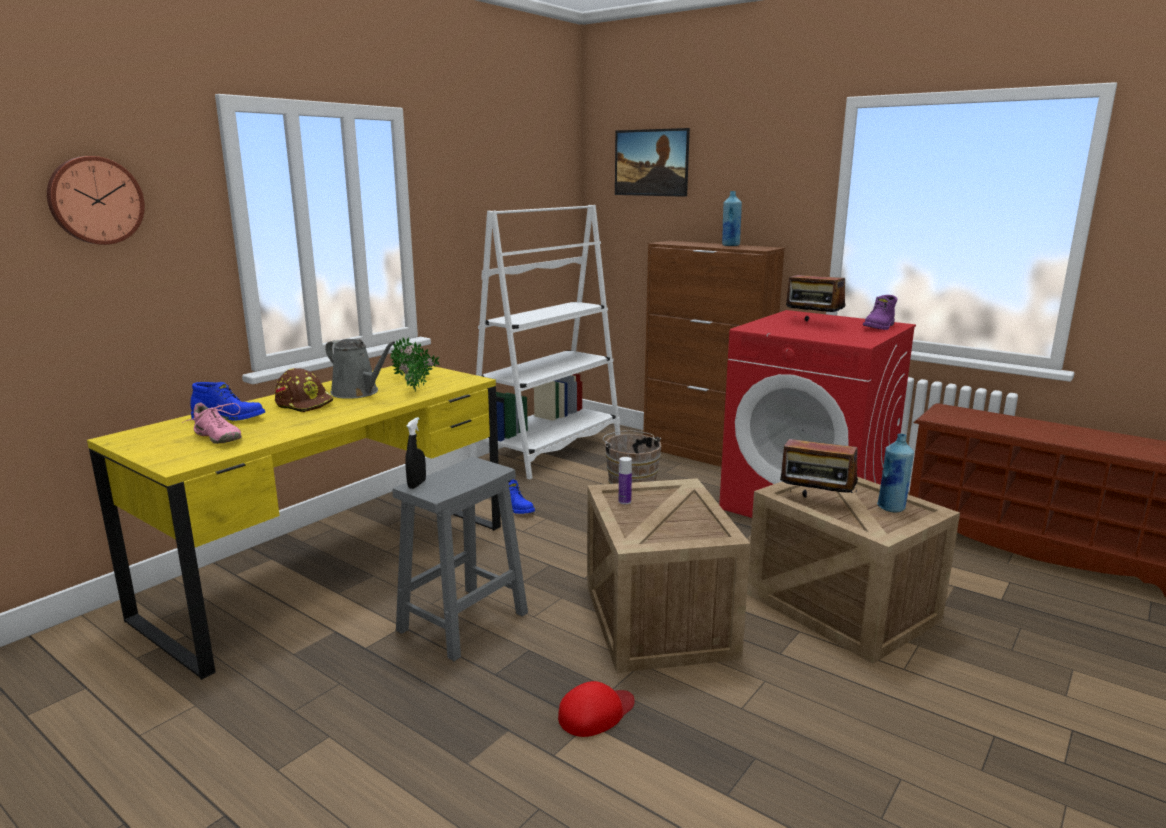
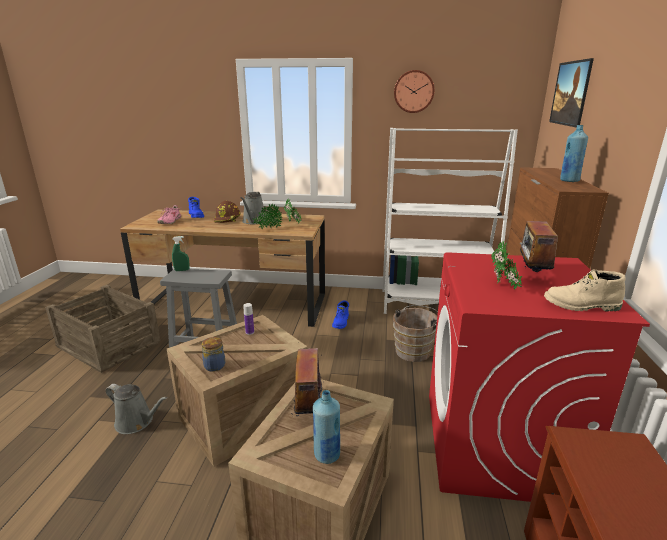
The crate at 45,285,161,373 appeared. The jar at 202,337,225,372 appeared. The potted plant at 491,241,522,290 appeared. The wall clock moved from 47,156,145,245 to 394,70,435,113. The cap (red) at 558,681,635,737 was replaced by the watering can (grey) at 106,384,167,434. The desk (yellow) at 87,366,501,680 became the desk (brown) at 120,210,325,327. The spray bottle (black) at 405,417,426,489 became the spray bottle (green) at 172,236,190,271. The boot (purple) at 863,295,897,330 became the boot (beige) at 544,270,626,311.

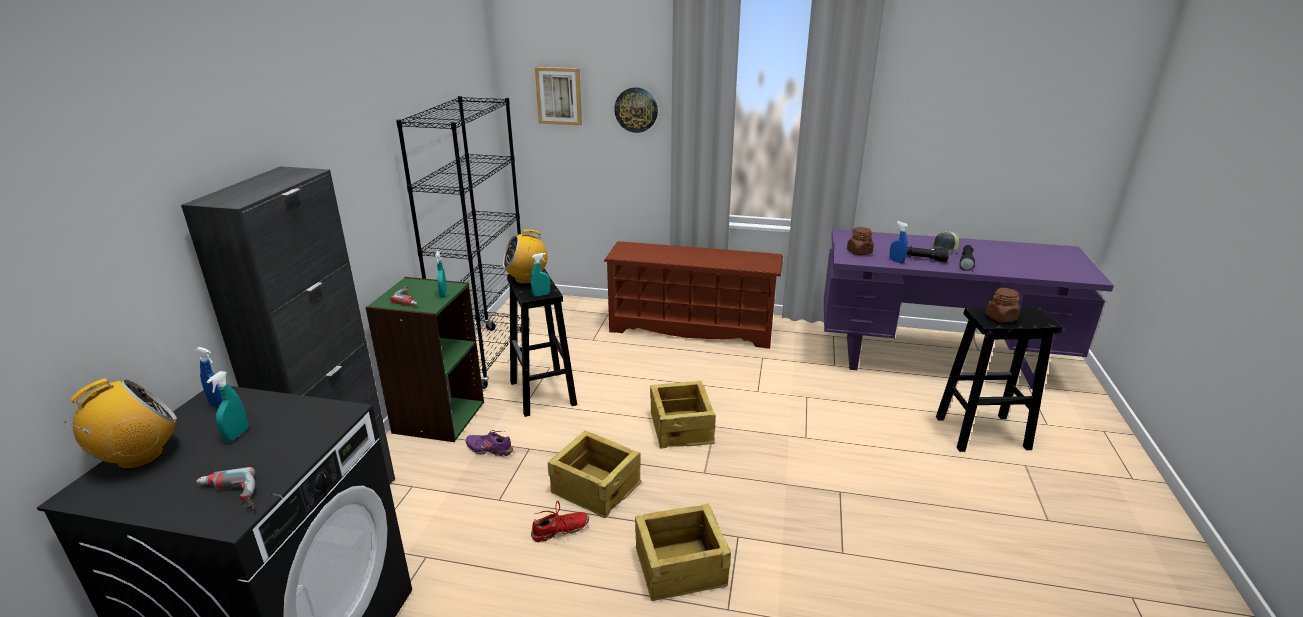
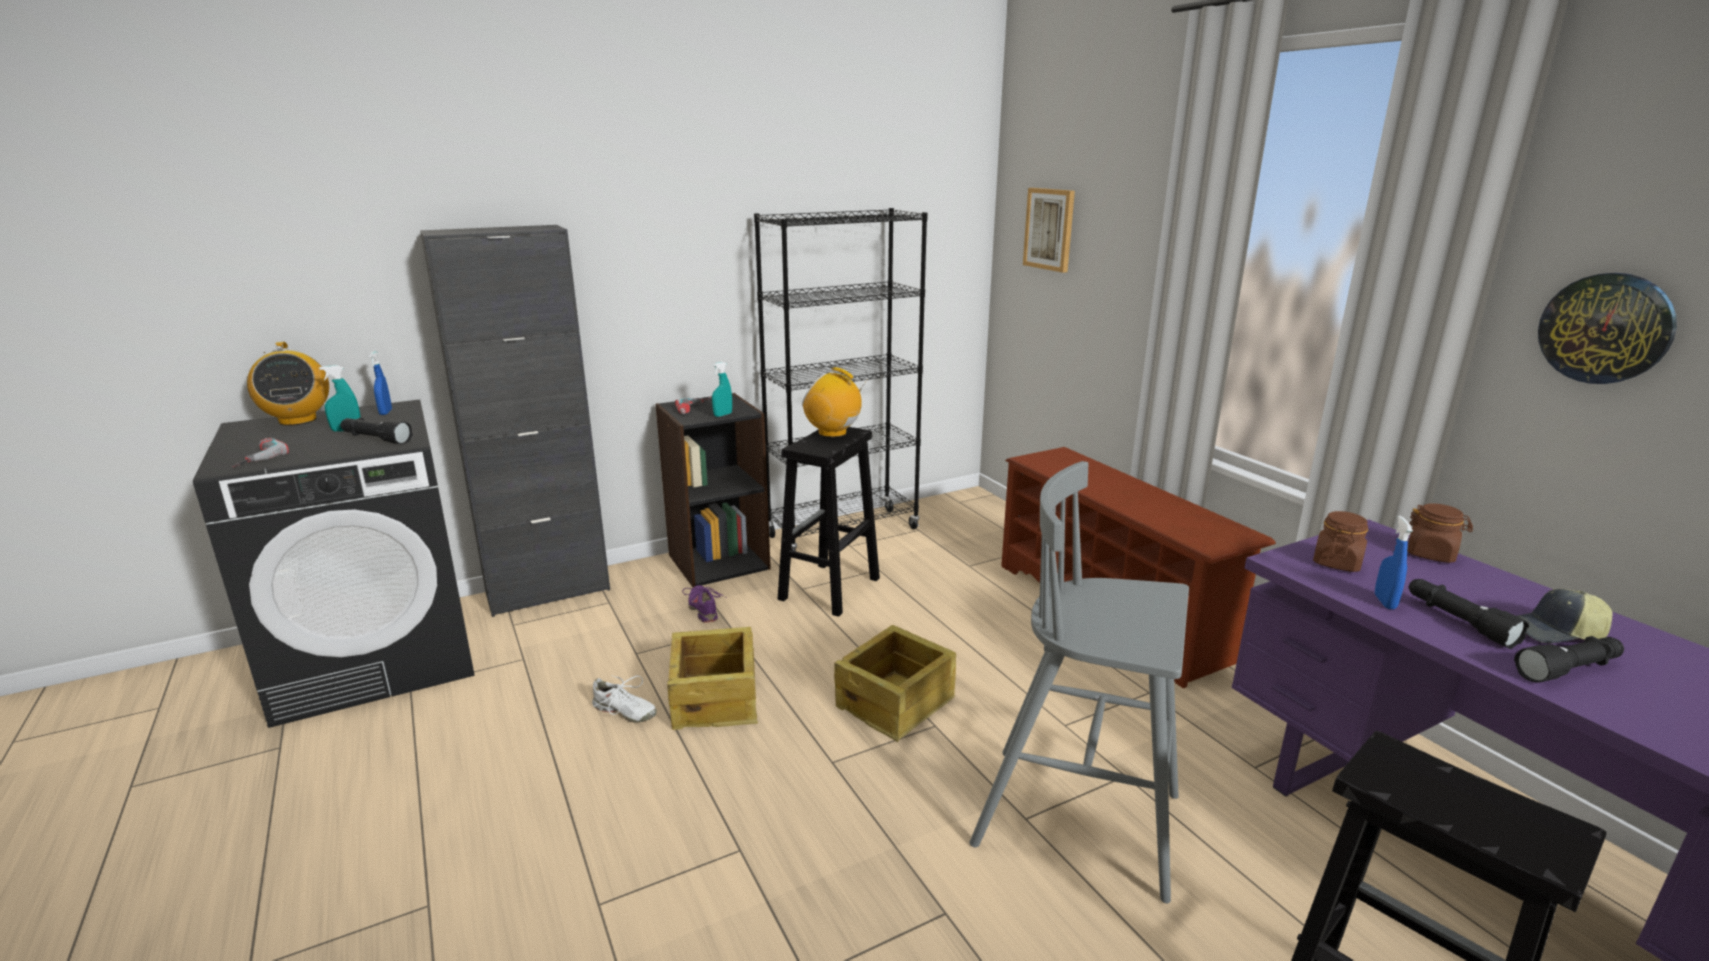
The spray bottle (turquoise) at 531,253,550,297 disappeared. The crate at 635,503,731,601 disappeared. The flashlight (black) at 340,417,413,444 appeared. The stool (grey) at 970,461,1189,903 appeared. The wall clock moved from 614,87,658,133 to 1538,273,1677,384. The jar (brown) moved from 985,288,1021,323 to 1407,503,1473,563. The bookcase (green) at 365,277,484,442 became the bookcase (black) at 655,393,771,587. The shoe (red) at 531,501,589,542 became the shoe (white) at 592,675,657,723. The radio at 64,378,177,469 turned 60 degrees clockwise.

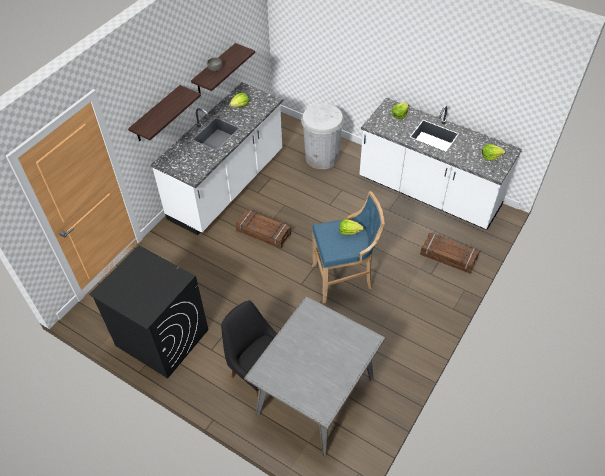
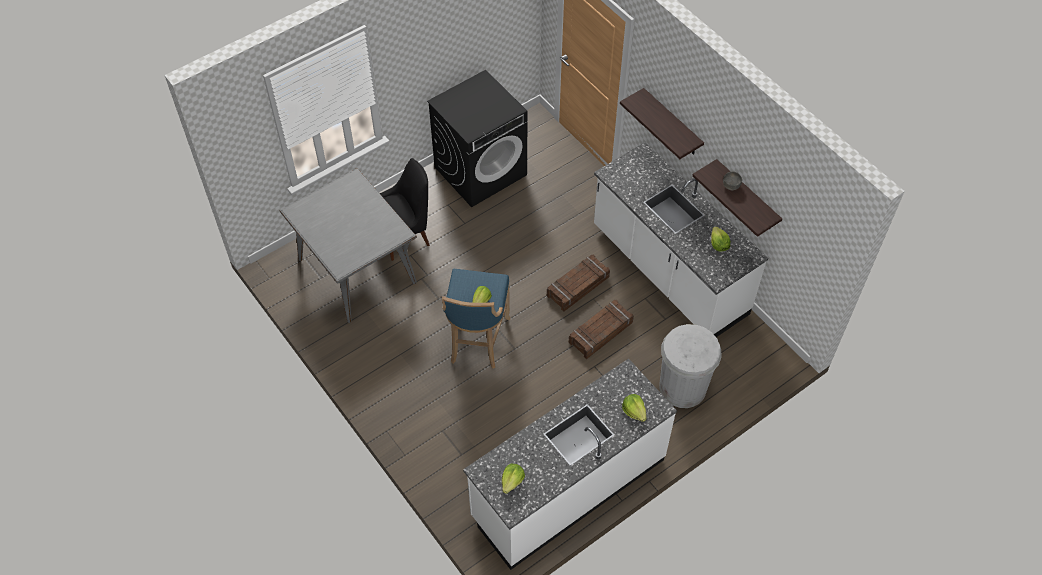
The crate moved from 420,233,479,274 to 569,300,634,359.

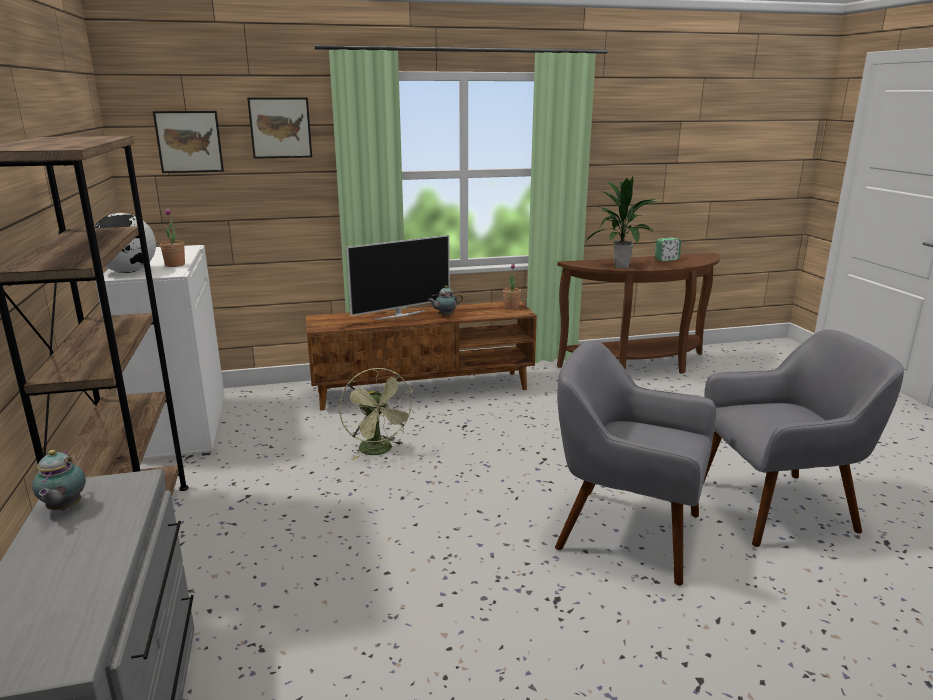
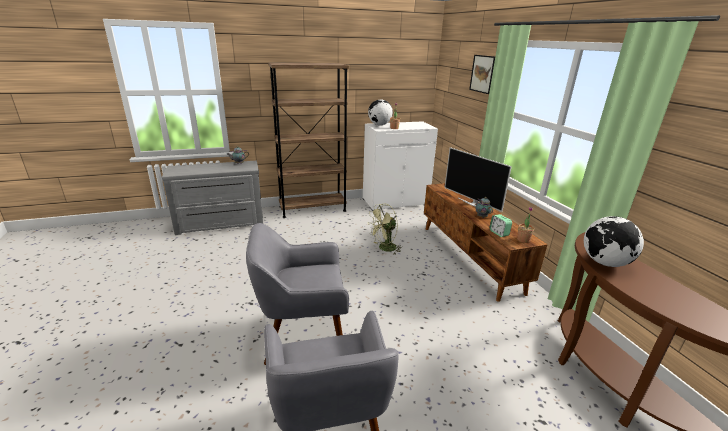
The picture at 153,111,224,173 disappeared. The alarm clock moved from 655,238,681,261 to 490,214,512,237. The potted plant at 584,177,660,268 was replaced by the globe at 584,216,644,267. The armchair (grey) at 555,340,716,586 turned 120 degrees counterclockwise.

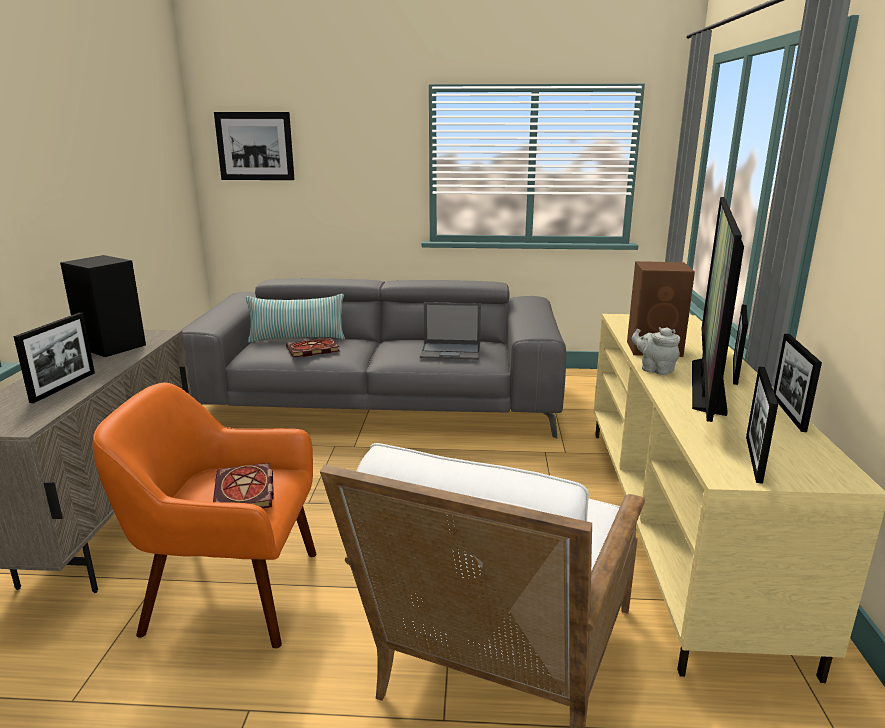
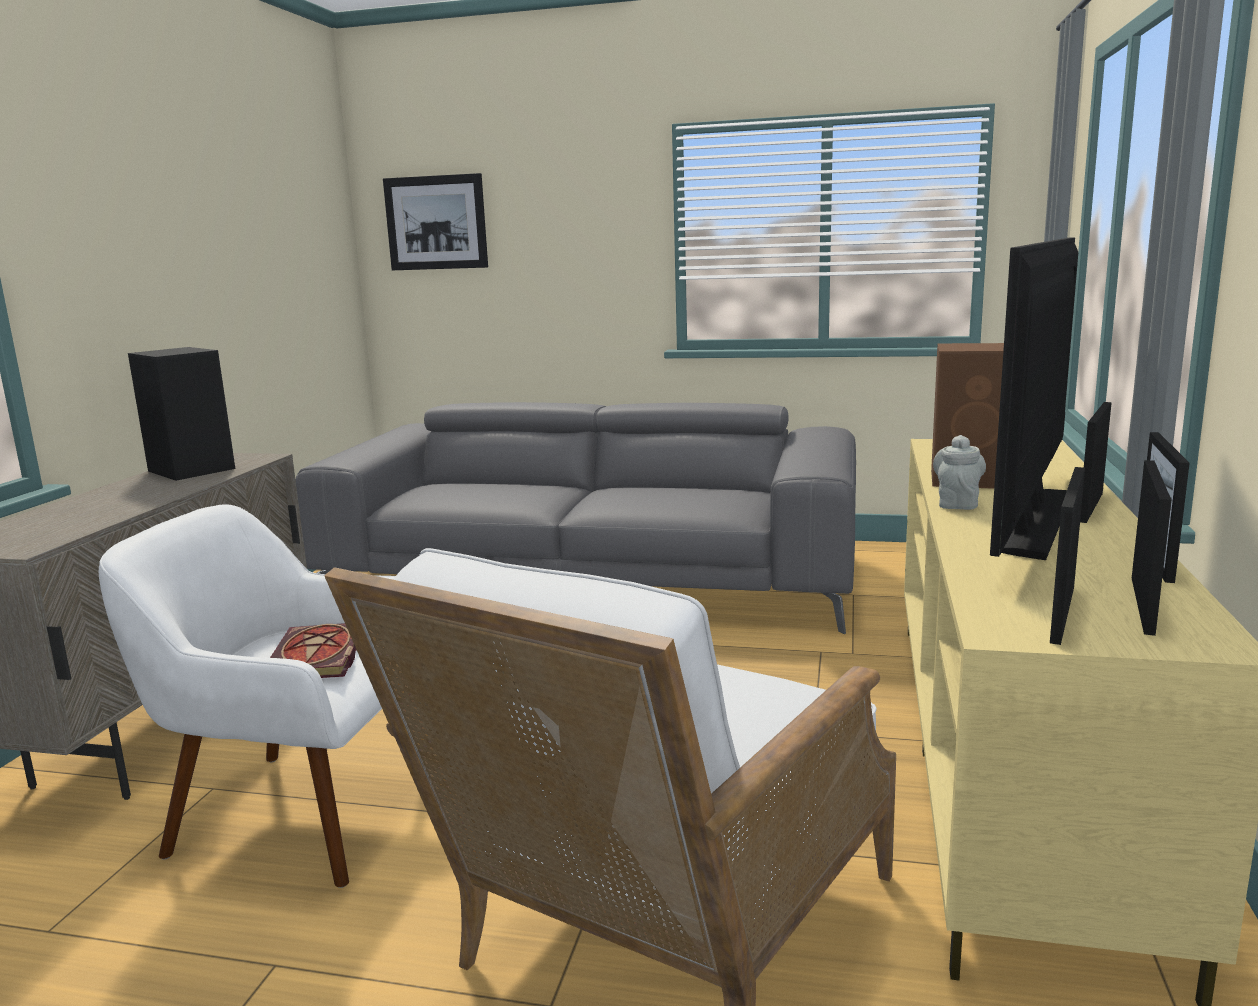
The pillow at 246,294,345,342 disappeared. The book at 286,338,340,357 disappeared. The laptop at 420,302,481,360 disappeared. The picture frame moved from 13,313,95,403 to 1132,460,1171,636. The armchair (orange) at 92,383,316,649 became the armchair (white) at 99,504,395,888. The teapot (grey) at 632,327,680,375 turned 60 degrees clockwise.

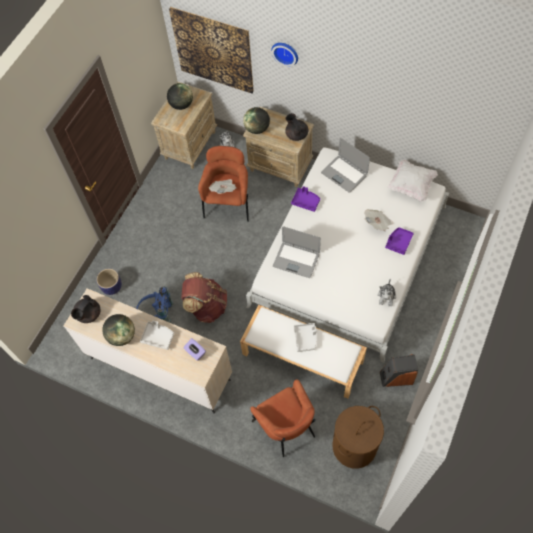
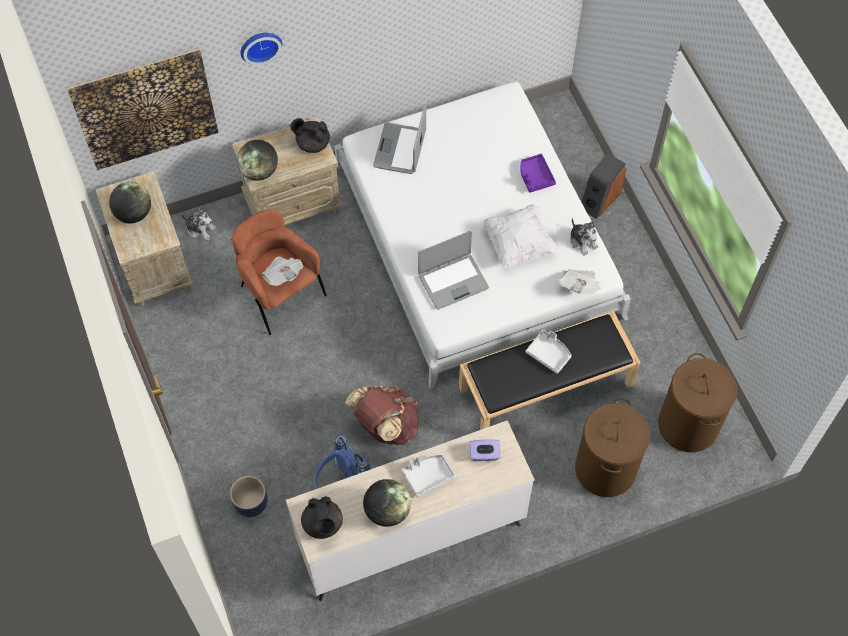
The tray (purple) at 291,186,320,212 disappeared. The newspaper moved from 364,209,393,231 to 558,269,601,294. The speaker moved from 380,354,418,387 to 582,153,626,219. The pillow (white) moved from 388,160,438,202 to 483,204,557,267. The armchair (brown) at 250,379,316,457 was replaced by the laundry basket (brown) at 575,398,650,497. The bench (white) at 240,305,367,399 became the bench (black) at 459,311,640,430. The laptop at 321,138,370,193 turned 105 degrees clockwise.

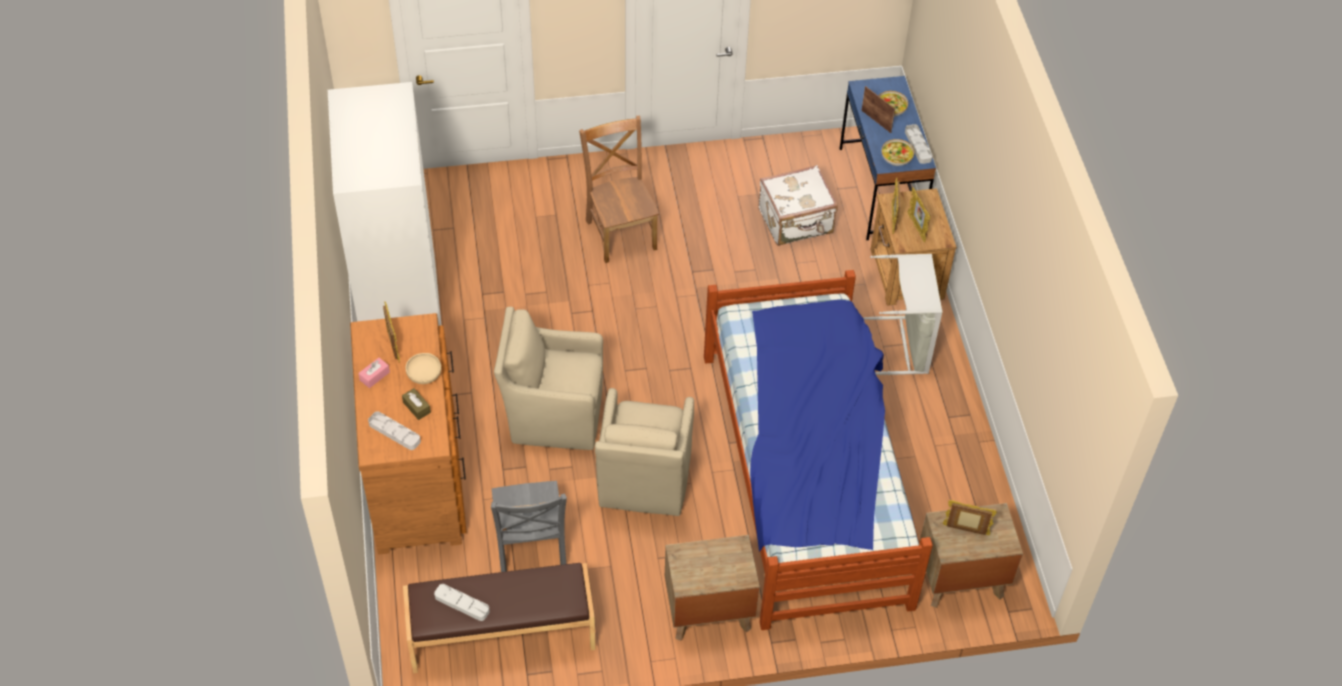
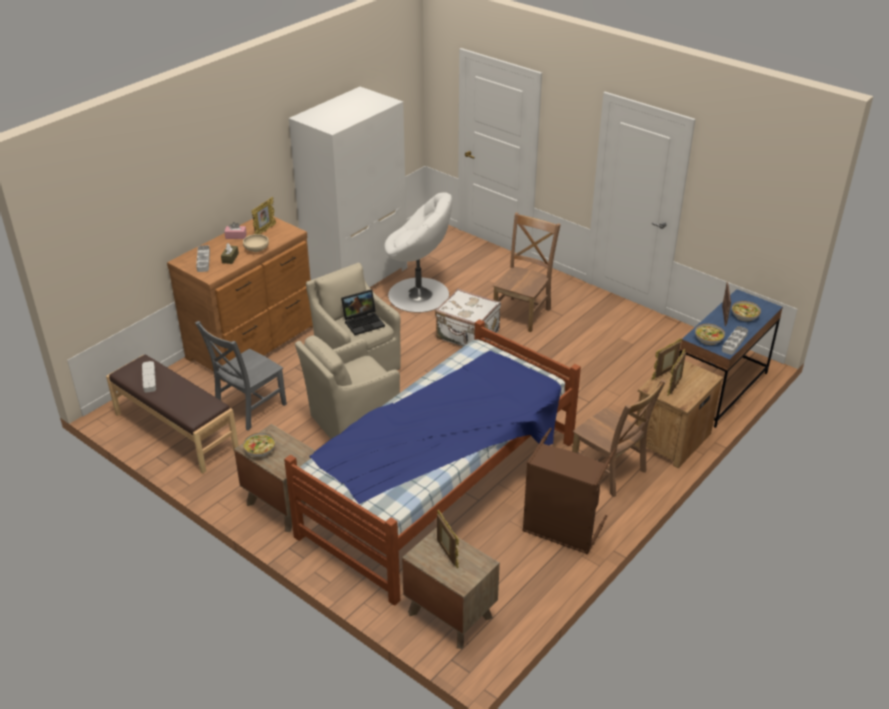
The bowl at 243,432,275,457 appeared. The laptop at 341,289,385,335 appeared. The armchair (white) at 384,192,452,312 appeared. The laundry basket (brown) at 522,428,616,555 appeared. The suitcase (white) moved from 759,165,838,246 to 435,289,501,347. The laundry basket (grey) at 863,254,943,375 was replaced by the chair (brown) at 572,379,666,497.

